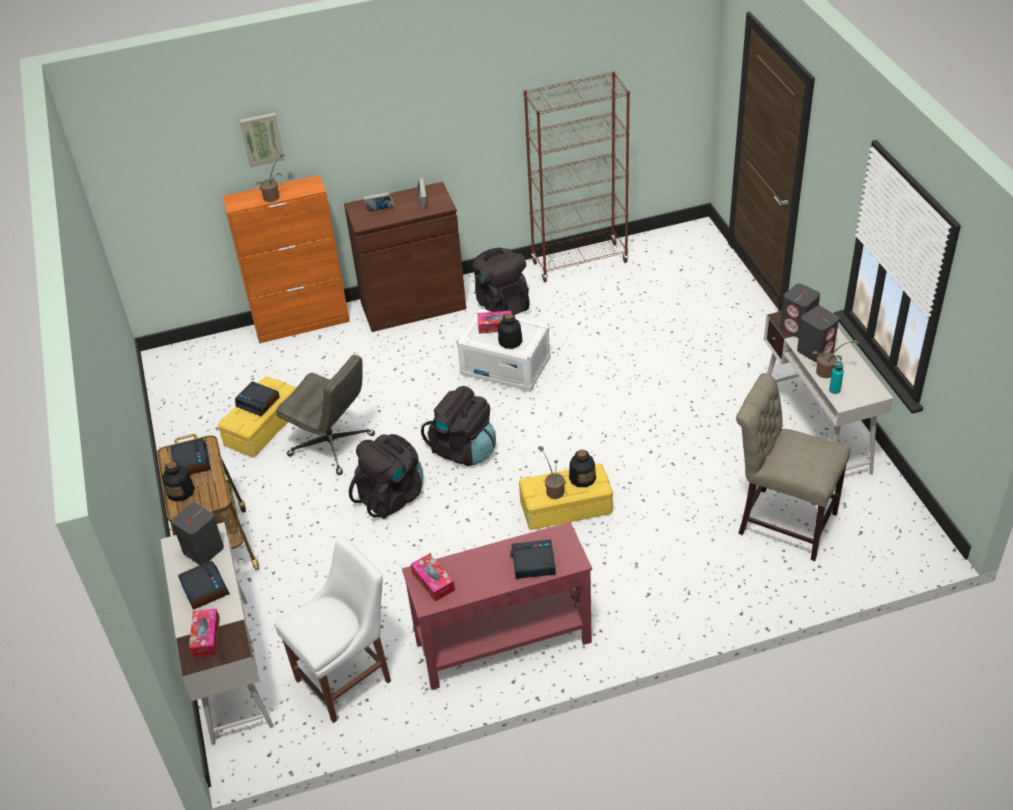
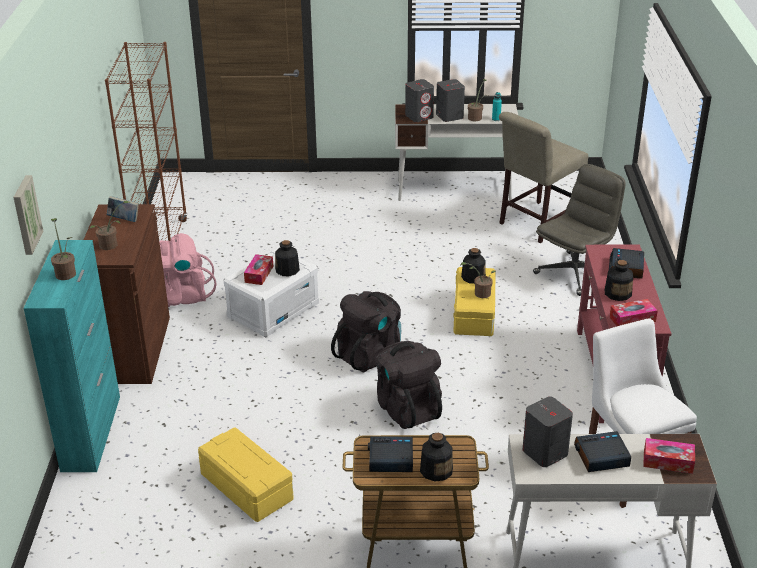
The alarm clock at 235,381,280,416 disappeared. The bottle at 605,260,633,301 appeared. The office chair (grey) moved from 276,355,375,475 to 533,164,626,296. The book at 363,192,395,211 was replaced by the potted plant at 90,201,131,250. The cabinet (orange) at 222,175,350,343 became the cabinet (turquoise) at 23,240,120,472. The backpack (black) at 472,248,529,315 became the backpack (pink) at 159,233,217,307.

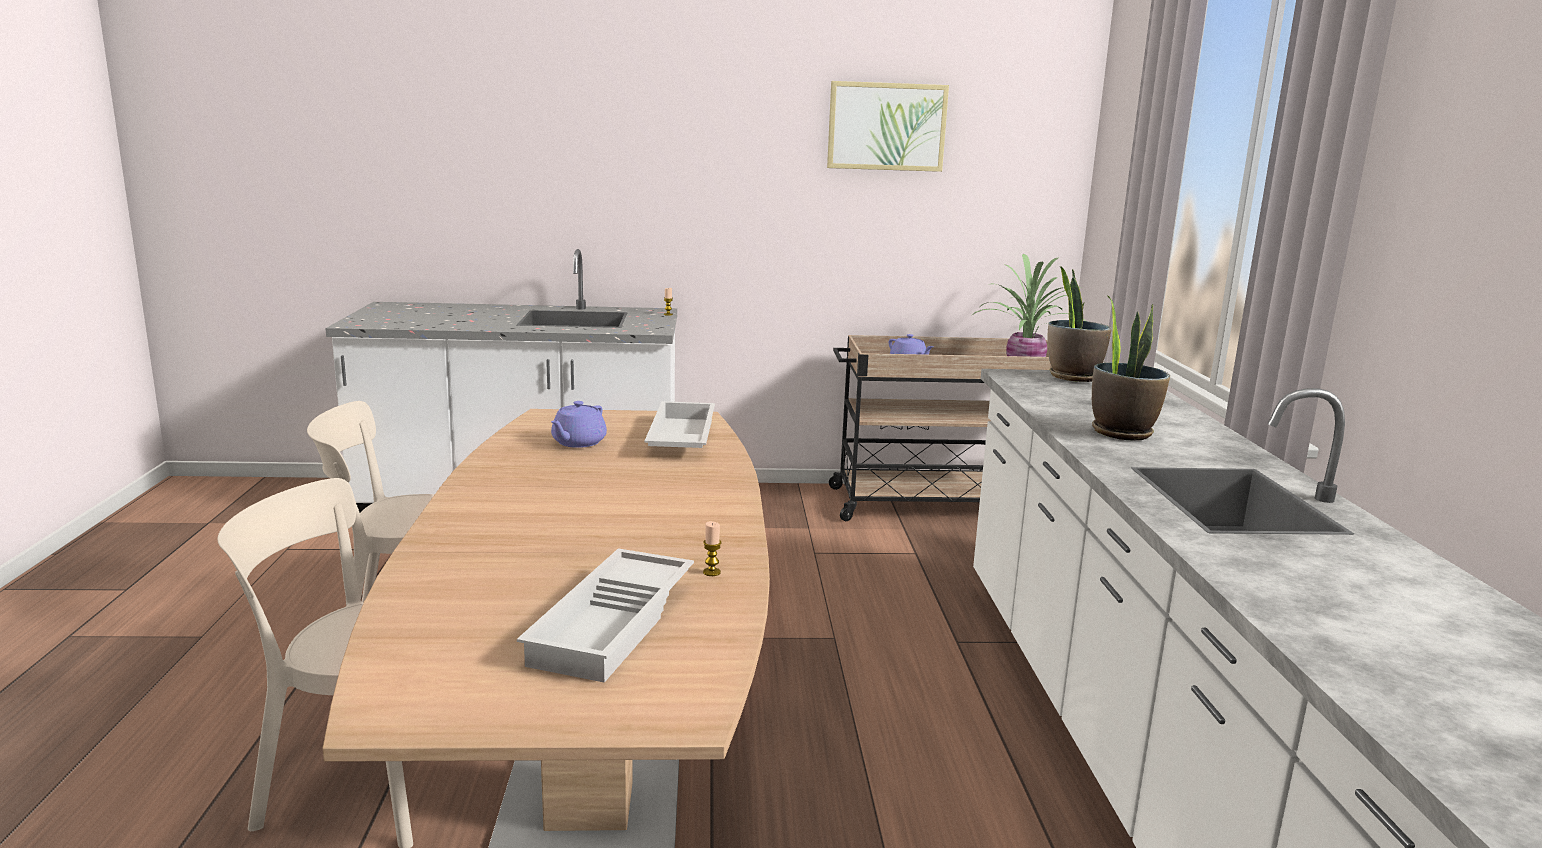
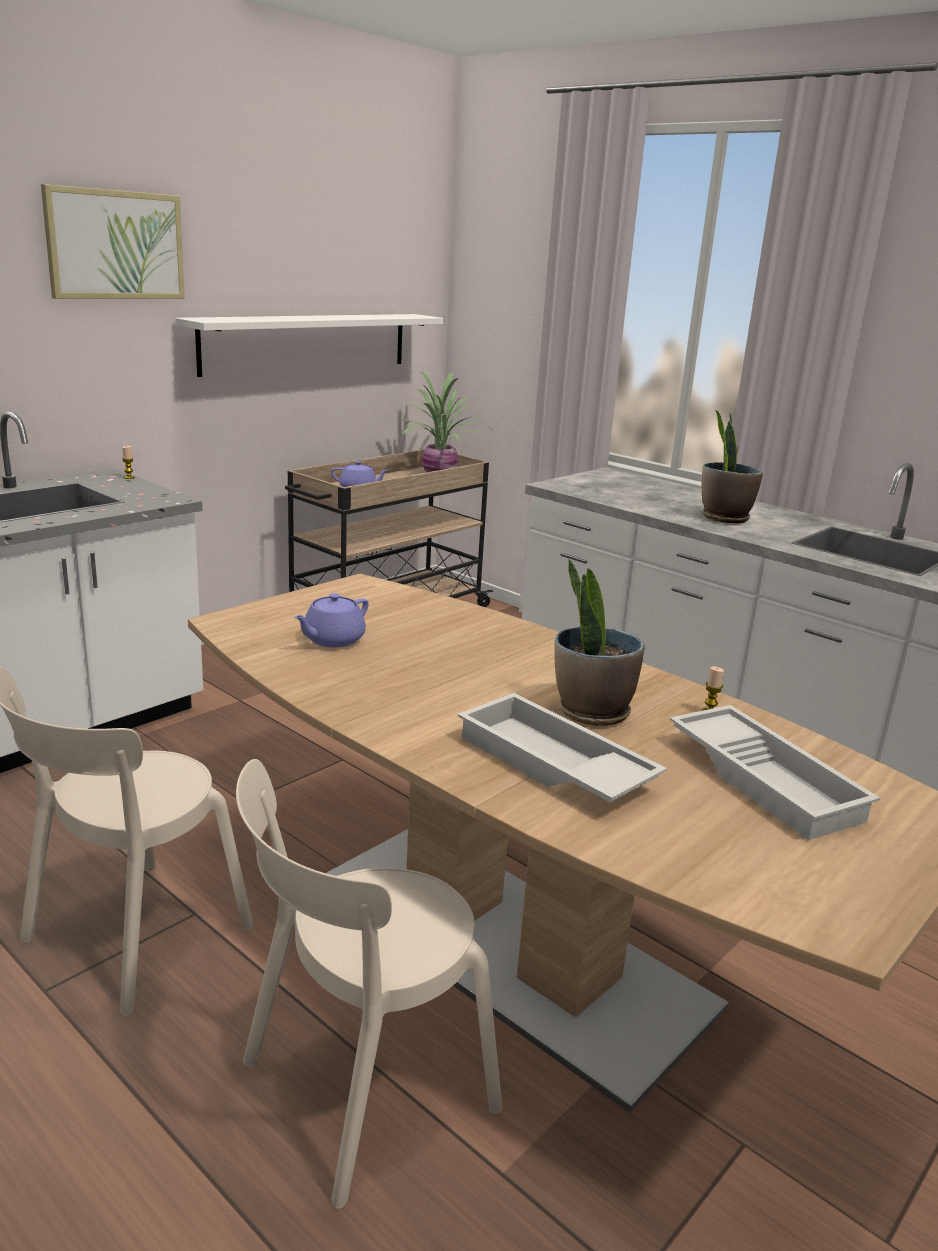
The shelf (white) at 175,314,443,377 appeared. The tray (white) moved from 644,401,715,448 to 458,693,667,802. The picture moved from 827,81,949,172 to 41,184,185,299. The potted plant moved from 1047,266,1112,382 to 554,559,644,726. The teapot (purple) at 551,401,607,448 turned 60 degrees clockwise.

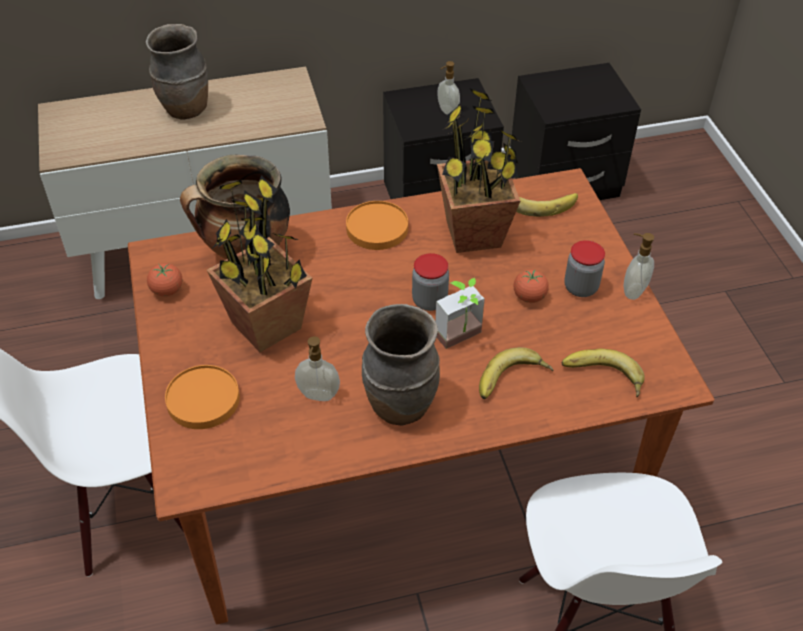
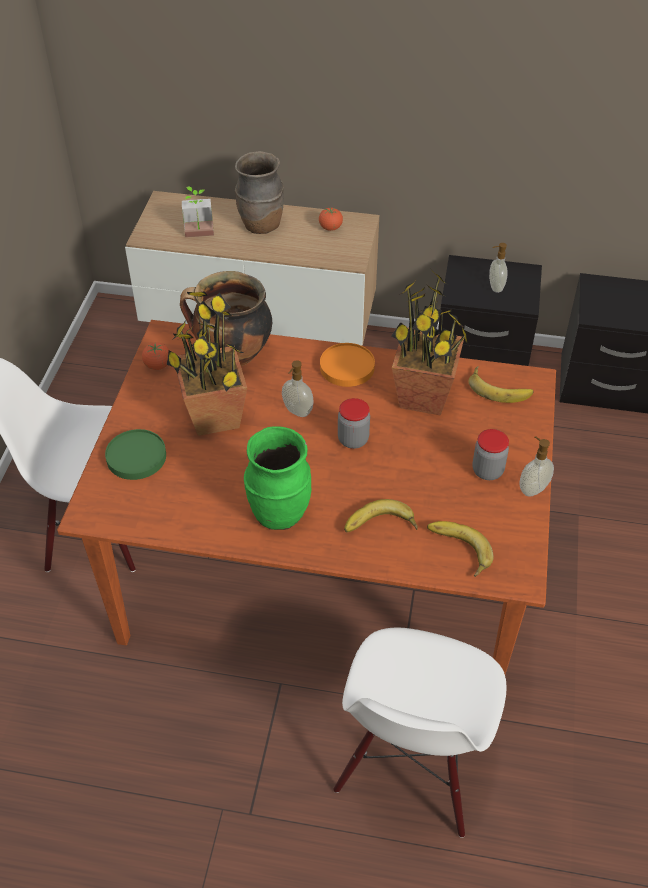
The soap dispenser moved from 295,336,340,401 to 282,360,314,417. The potted plant moved from 435,278,485,349 to 182,187,214,238. The tomato moved from 514,270,549,303 to 319,207,343,231. The plate (orange) at 165,365,240,429 became the plate (green) at 105,429,166,480. The vase (brown) at 362,304,440,426 became the vase (green) at 244,426,311,530.

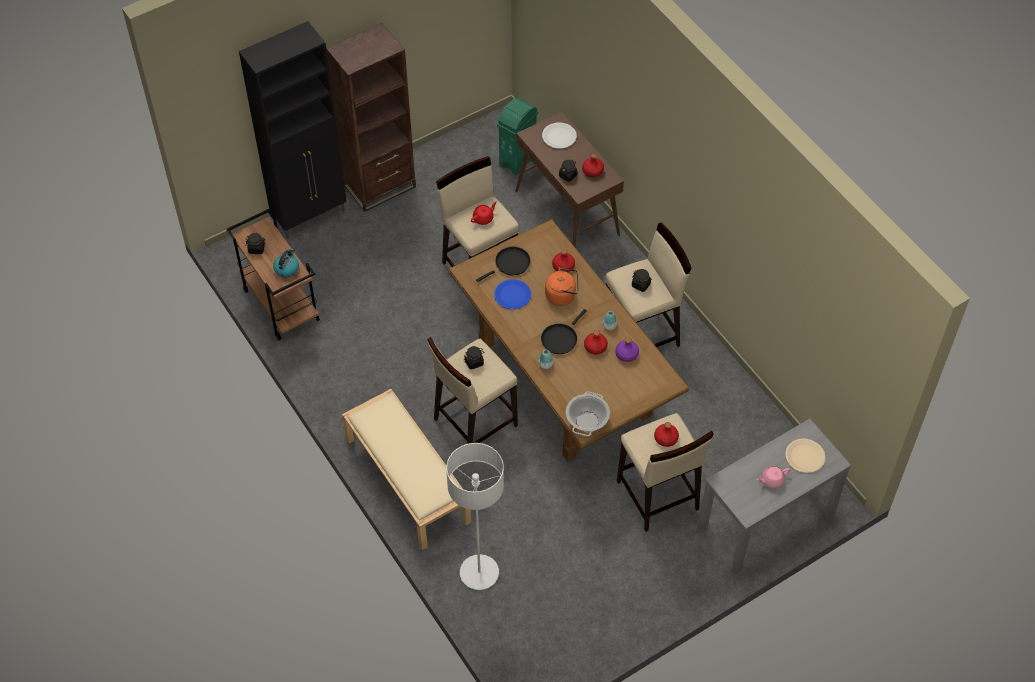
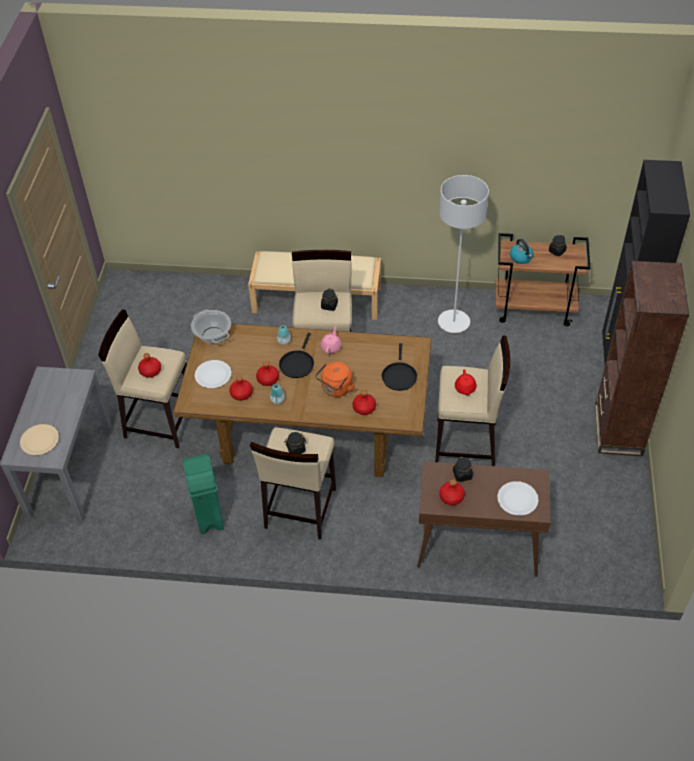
The plate (blue) at 494,279,531,309 disappeared. The plate (white) at 195,360,231,388 appeared. The floor lamp (grey) moved from 446,443,504,590 to 438,175,489,333. The trash can (green) moved from 497,98,538,175 to 183,454,224,534. The teapot (pink) moved from 757,466,790,488 to 320,326,342,354. The bottle (purple) at 615,337,639,362 became the bottle (red) at 229,376,253,401. The frying pan (black) at 541,309,587,354 turned 150 degrees counterclockwise.

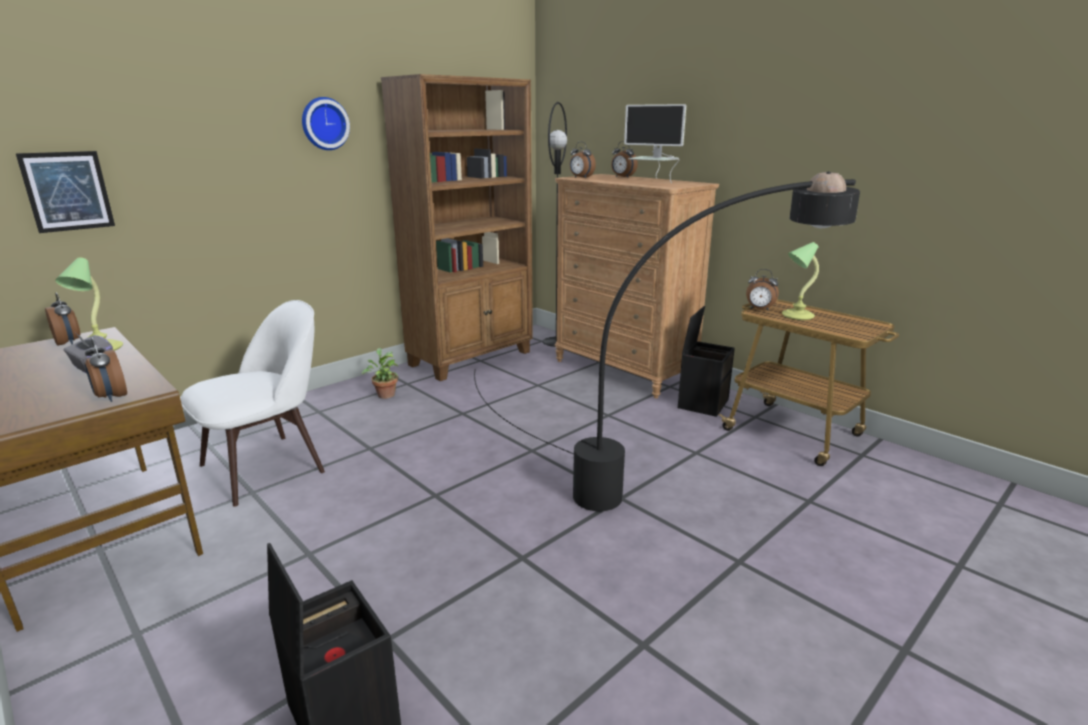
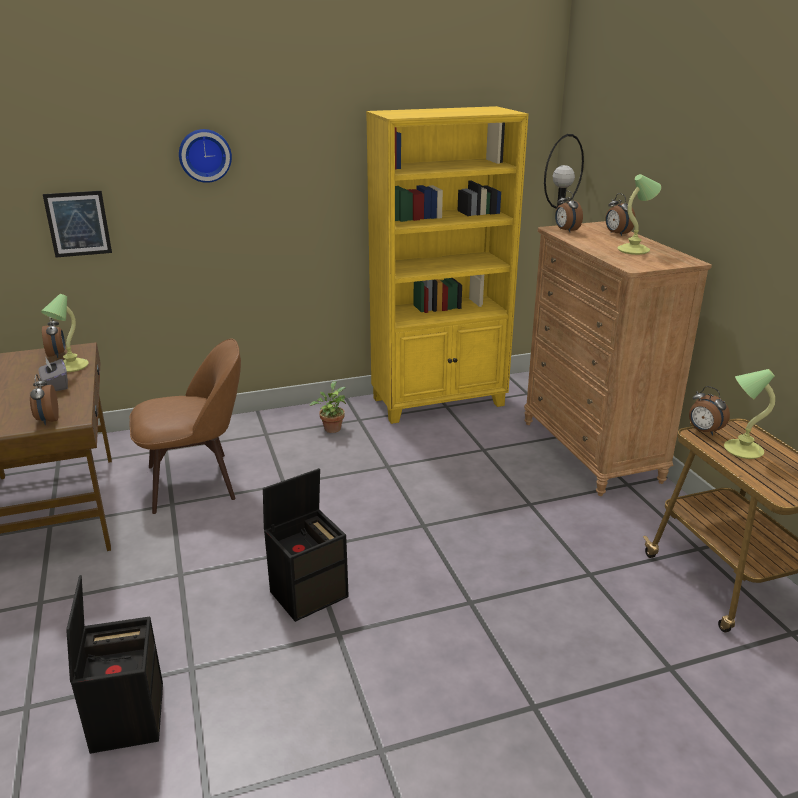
The floor lamp (black) at 474,172,860,511 disappeared. The wall clock moved from 302,97,350,150 to 179,129,232,183. The storage box (black) moved from 678,306,735,417 to 263,468,349,622. The monitor at 624,104,686,183 was replaced by the table lamp at 618,174,661,255. The chair (white) at 180,300,325,507 became the chair (brown) at 130,339,241,514. The bookcase (brown) at 381,74,533,381 became the bookcase (yellow) at 366,106,528,424.

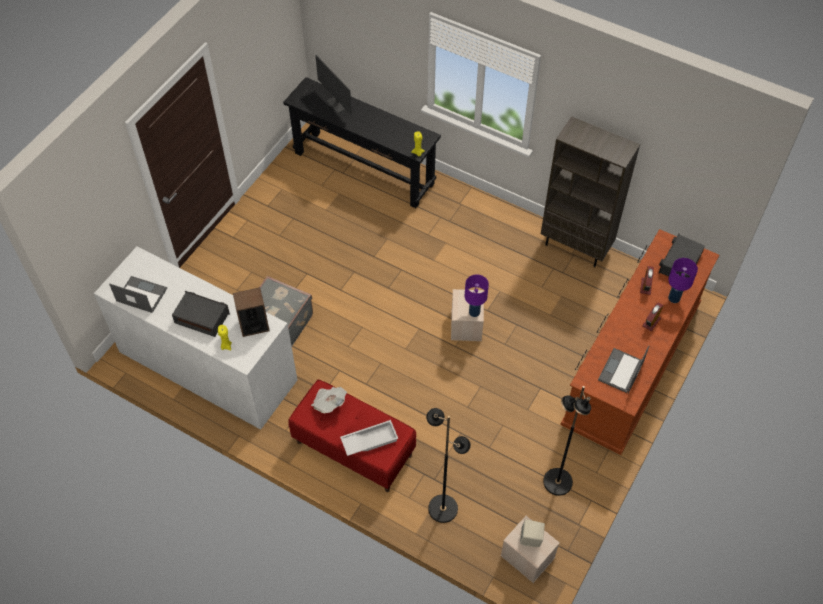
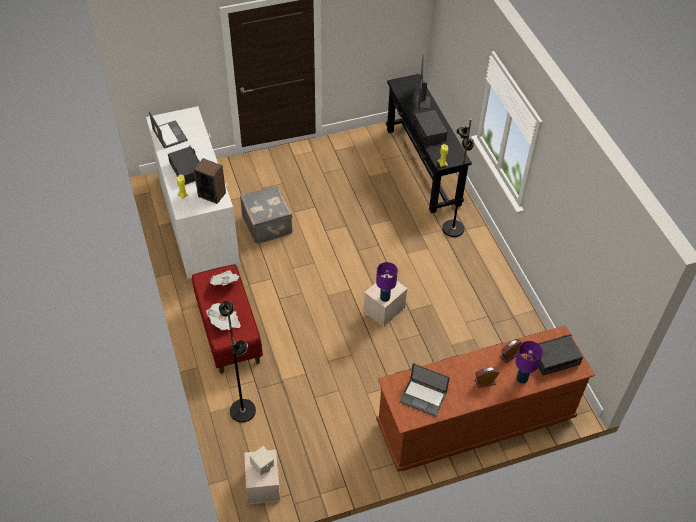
The bookcase (brown) at 541,116,640,267 disappeared. The radio at 413,110,447,146 appeared. The floor lamp (black) moved from 543,386,591,496 to 442,119,474,237. The tray (white) at 340,420,398,456 was replaced by the newspaper at 206,303,241,330. The laptop at 598,346,649,394 turned 135 degrees counterclockwise.

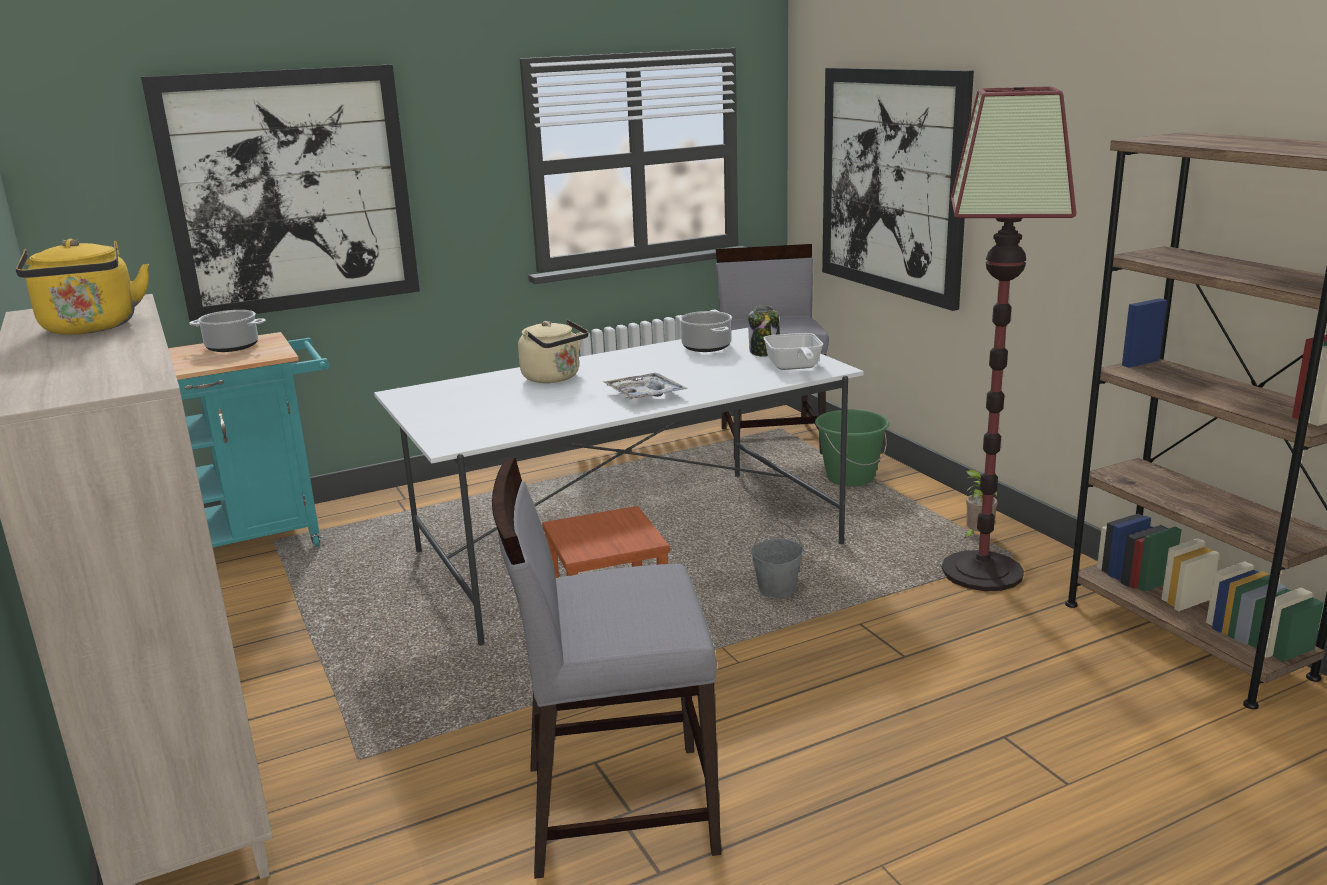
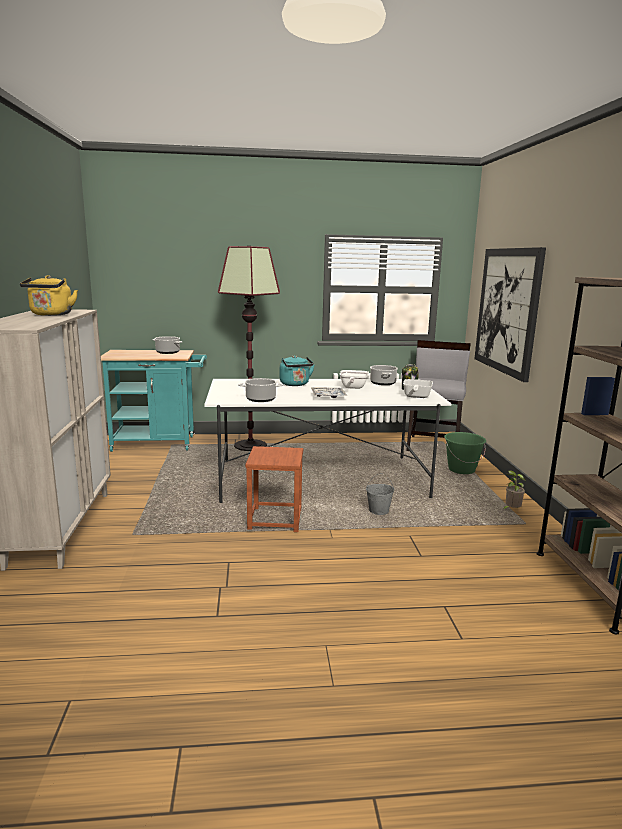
The picture at 141,65,420,322 disappeared. The chair (grey) at 492,457,721,879 disappeared. The cooking pot at 238,378,284,402 appeared. The frying pan at 340,370,369,389 appeared. The floor lamp moved from 942,86,1076,591 to 218,246,280,451. The kettle (beige) at 518,320,589,383 became the kettle (turquoise) at 280,355,314,386.

